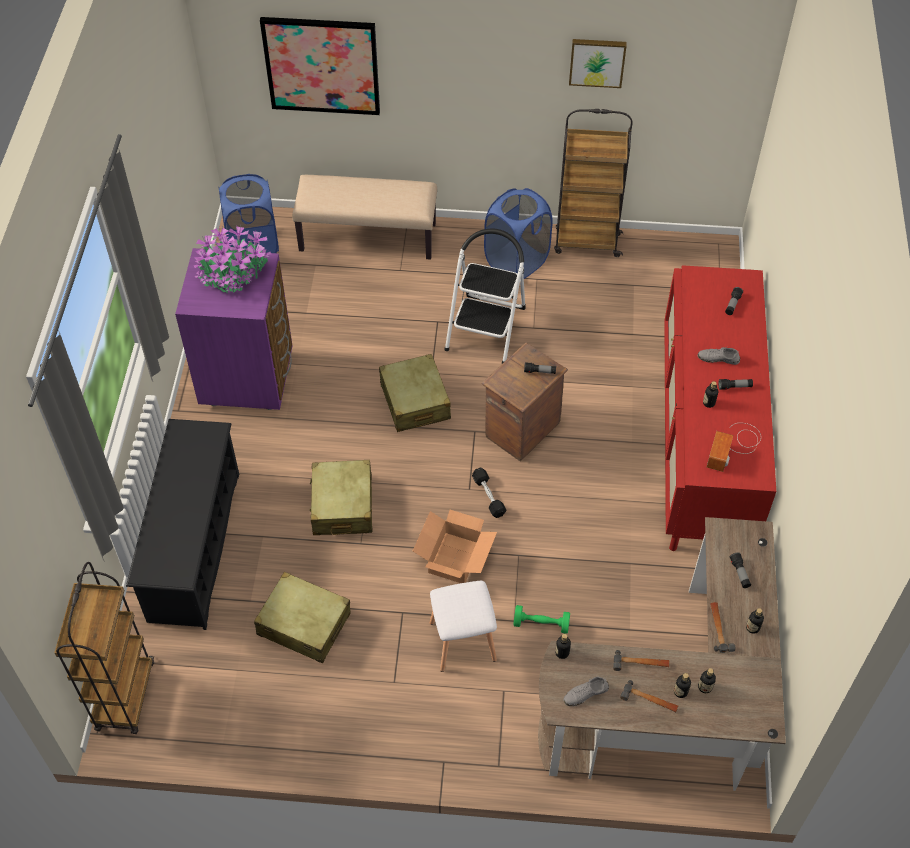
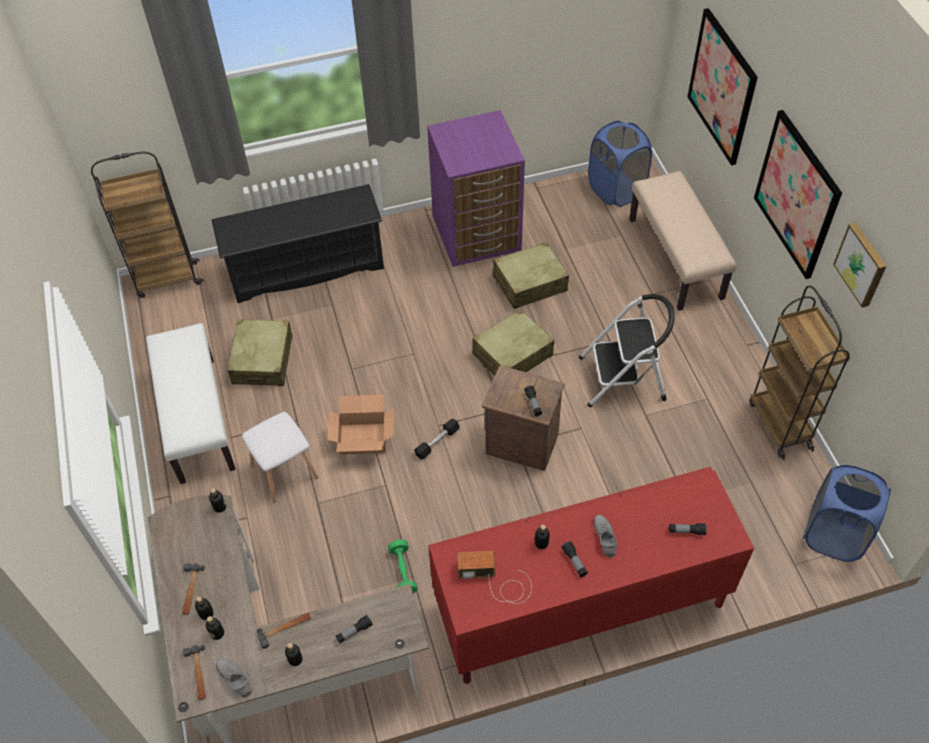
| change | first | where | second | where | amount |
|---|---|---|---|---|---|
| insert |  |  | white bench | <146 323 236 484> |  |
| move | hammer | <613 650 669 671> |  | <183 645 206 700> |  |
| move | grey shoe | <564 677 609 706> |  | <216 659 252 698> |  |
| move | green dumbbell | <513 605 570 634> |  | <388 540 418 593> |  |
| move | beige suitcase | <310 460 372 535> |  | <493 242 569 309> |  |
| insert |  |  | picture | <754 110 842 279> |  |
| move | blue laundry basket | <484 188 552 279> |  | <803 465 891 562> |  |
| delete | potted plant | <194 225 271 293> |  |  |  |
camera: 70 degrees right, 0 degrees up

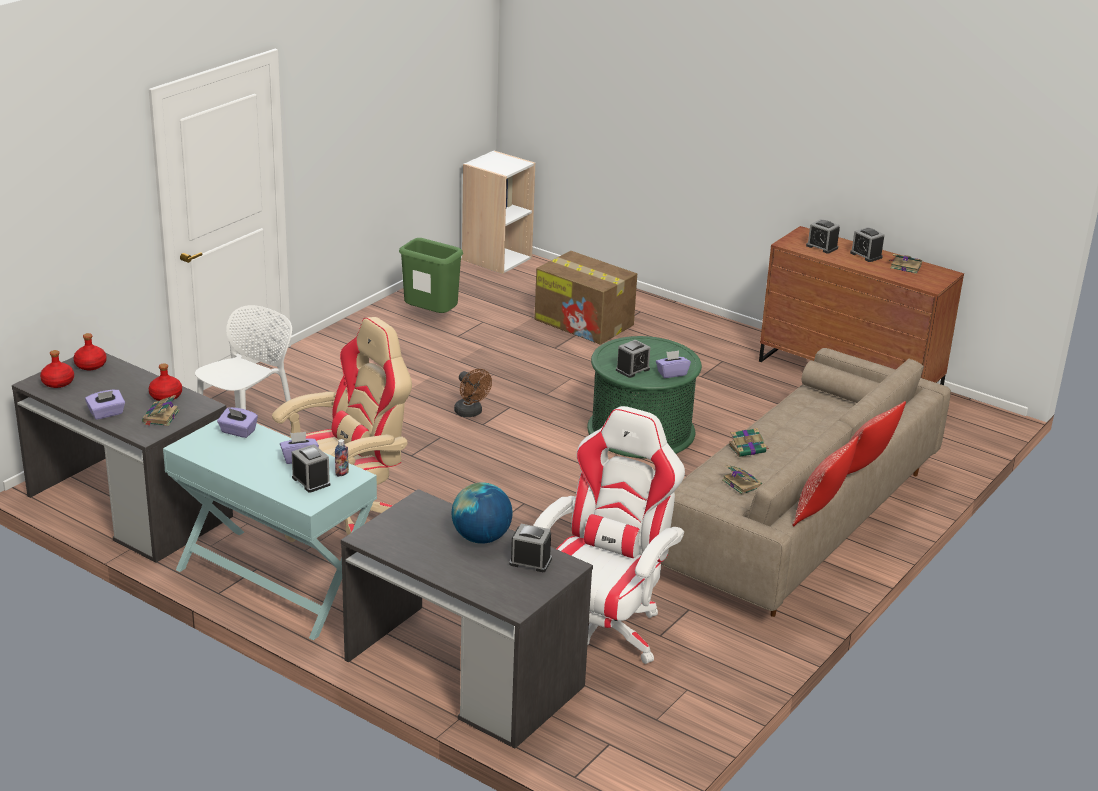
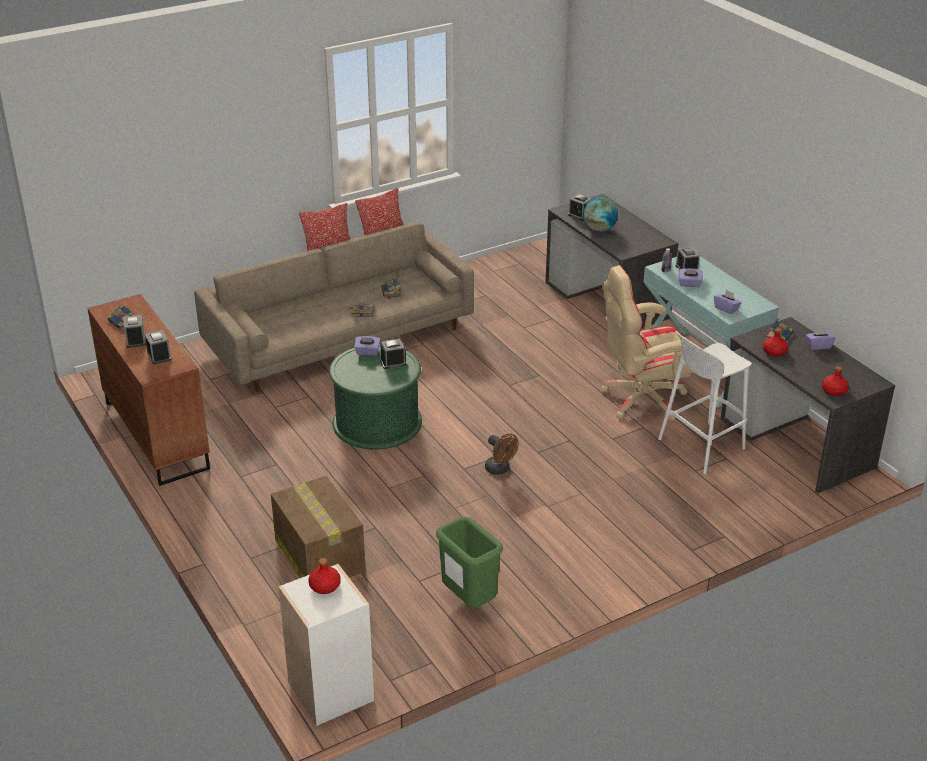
| change | first | where | second | where | amount |
|---|---|---|---|---|---|
| move | red bottle | <40 350 74 388> |  | <308 558 341 594> |  |
| rotate | brown fan | <454 369 492 417> |  | <485 434 519 475> | 150 degrees clockwise |
| delete | white office chair | <533 406 685 664> |  |  |  |
camera: 155 degrees left, 5 degrees up

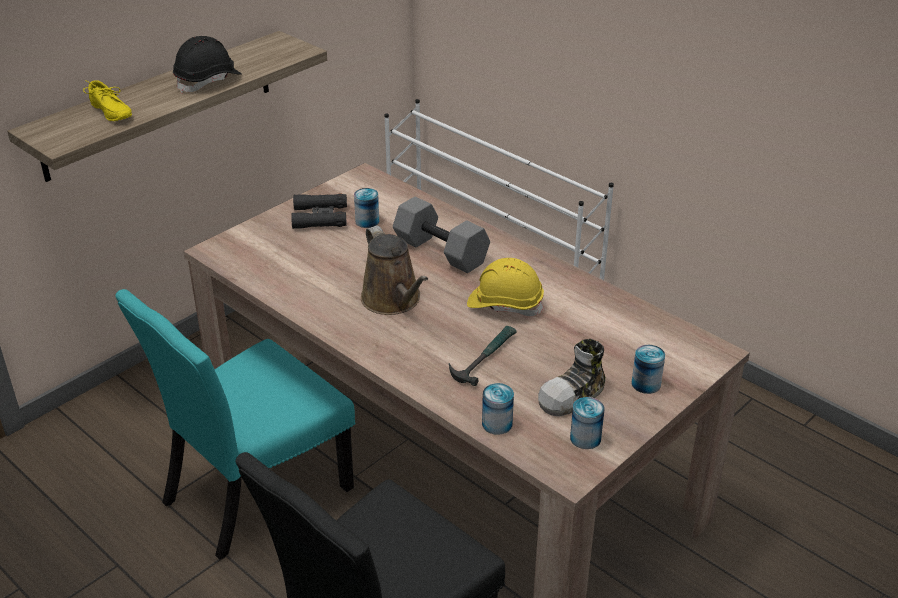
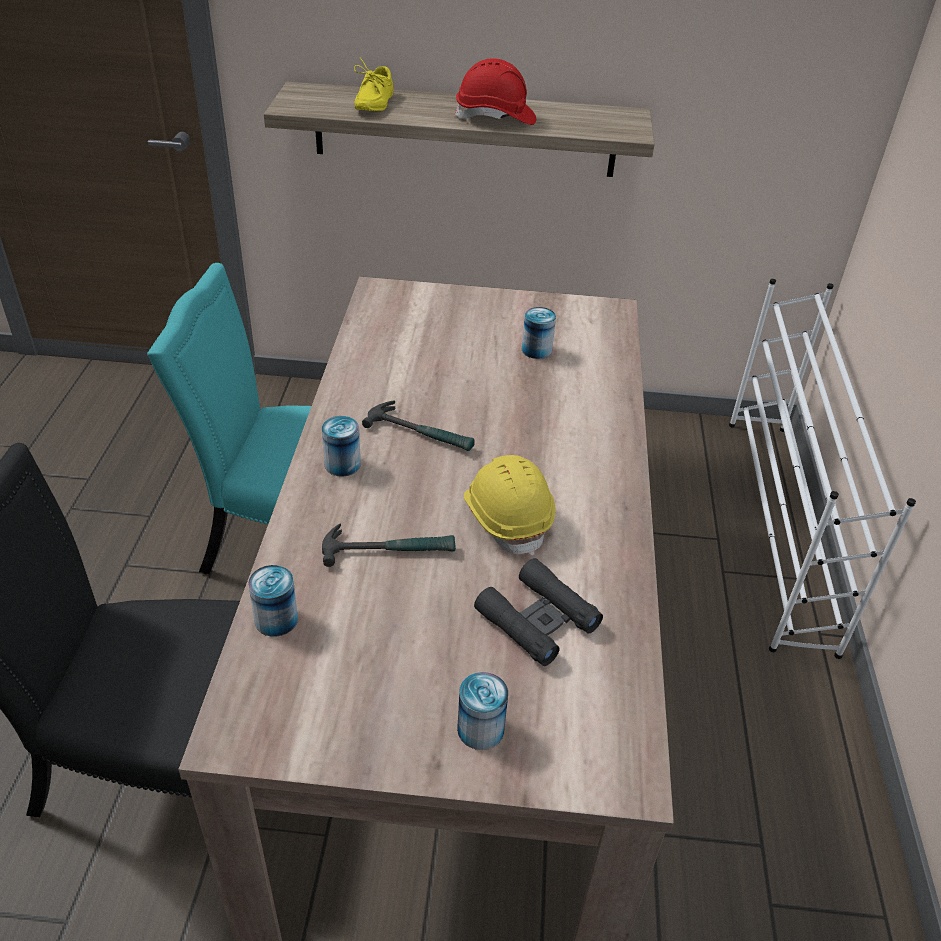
| change | first | where | second | where | amount |
|---|---|---|---|---|---|
| move | can | <570 397 605 449> |  | <322 416 361 477> |  |
| replace | brown watering can | <361 225 428 315> | hammer | <362 401 475 451> |  |
| recolor | black hard hat | <173 36 242 93> | red hard hat | <454 58 536 125> |  |
| move | black binoculars | <291 193 347 229> |  | <474 558 603 666> |  |
| delete | grey dumbbell | <393 197 490 273> |  |  |  |
| delete | shoe | <538 339 606 417> |  |  |  |
camera: 50 degrees right, 5 degrees up

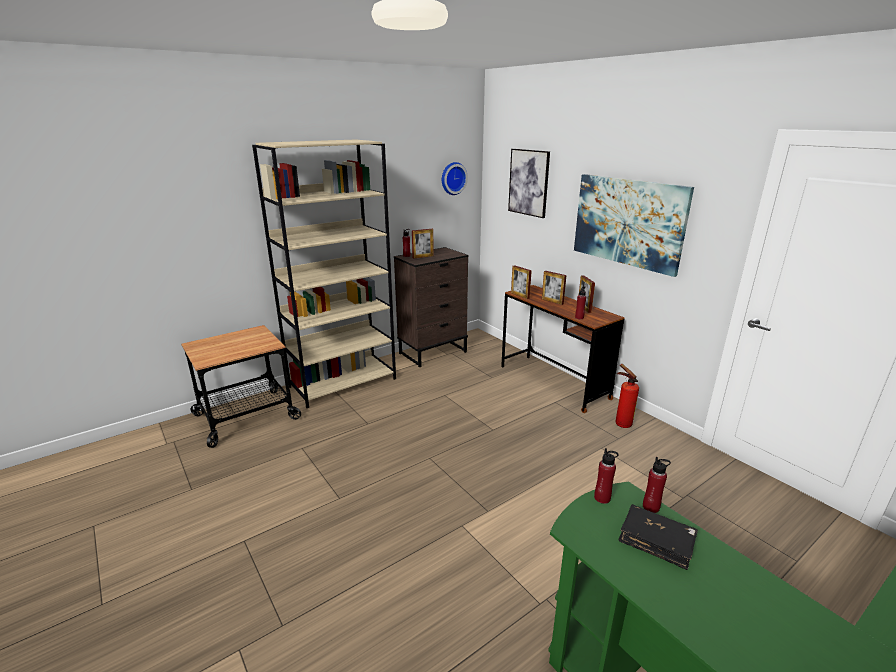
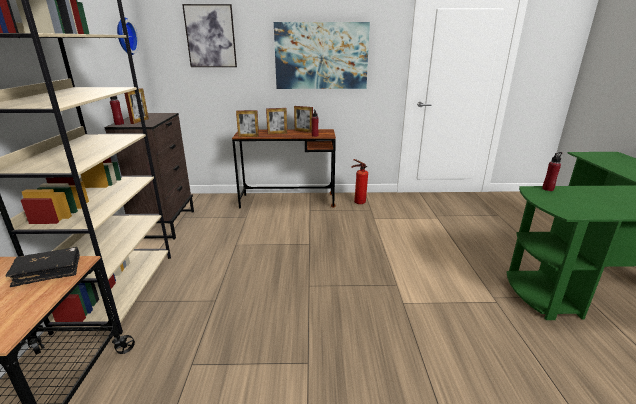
| change | first | where | second | where | amount |
|---|---|---|---|---|---|
| move | black book | <618 504 698 570> |  | <6 247 80 287> |  |
| delete | red bottle | <594 448 619 504> |  |  |  |
camera: 55 degrees left, 0 degrees up

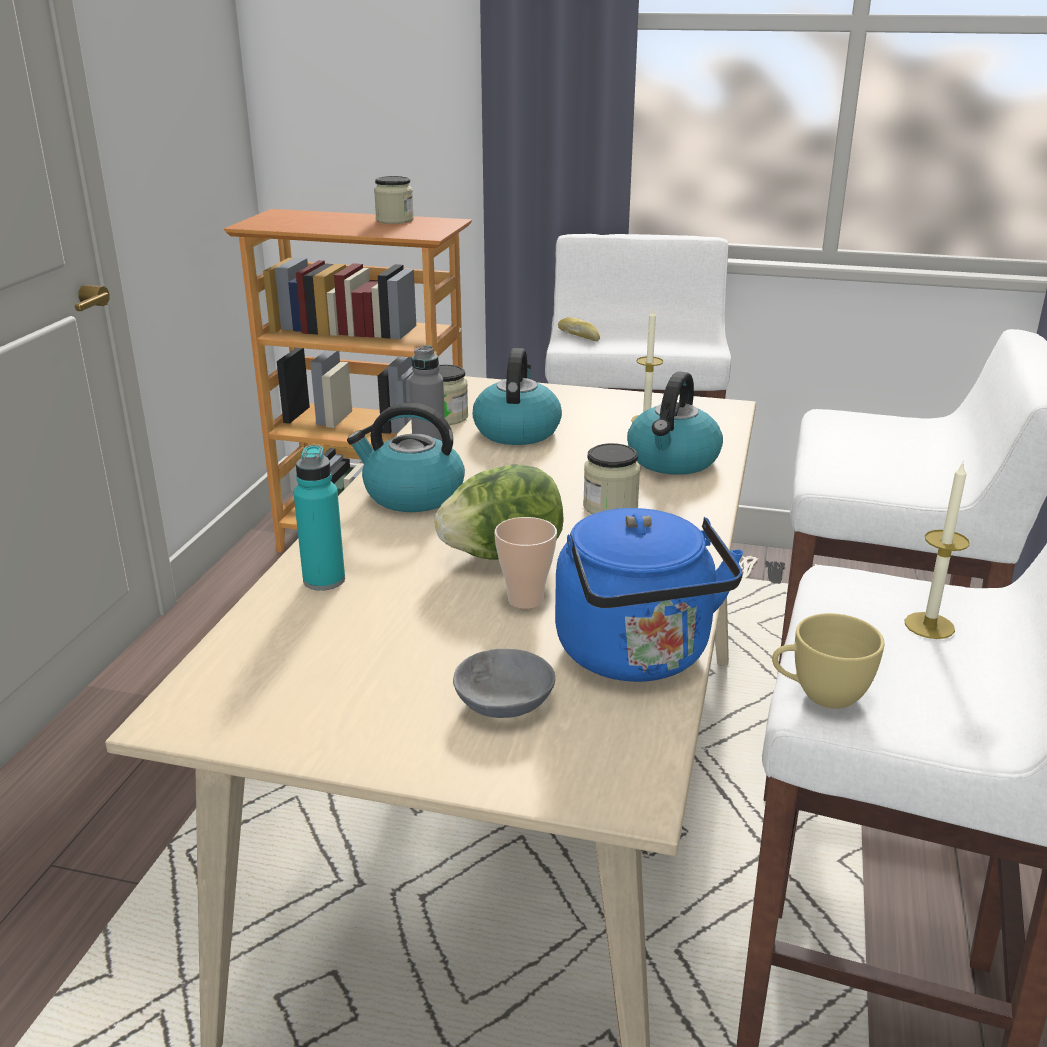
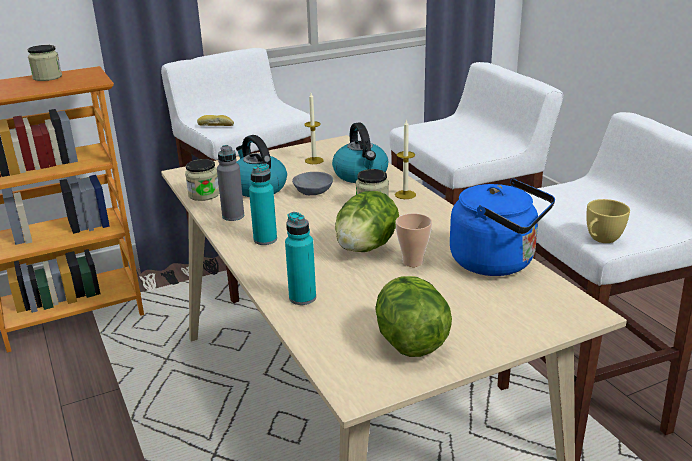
| change | first | where | second | where | amount |
|---|---|---|---|---|---|
| replace | kettle | <347 403 465 512> | turquoise bottle | <249 163 277 245> |  |
| move | grey bowl | <453 649 555 718> |  | <292 172 333 195> |  |
| insert |  |  | lettuce | <375 276 452 357> |  |
| move | candle | <905 461 970 639> |  | <395 120 416 199> |  |
camera: 40 degrees left, 0 degrees up

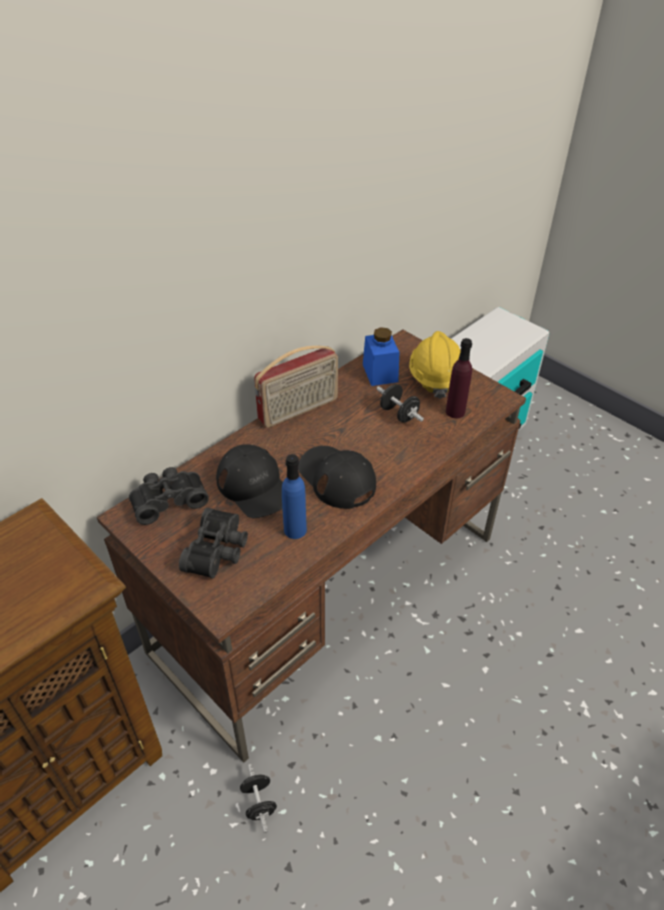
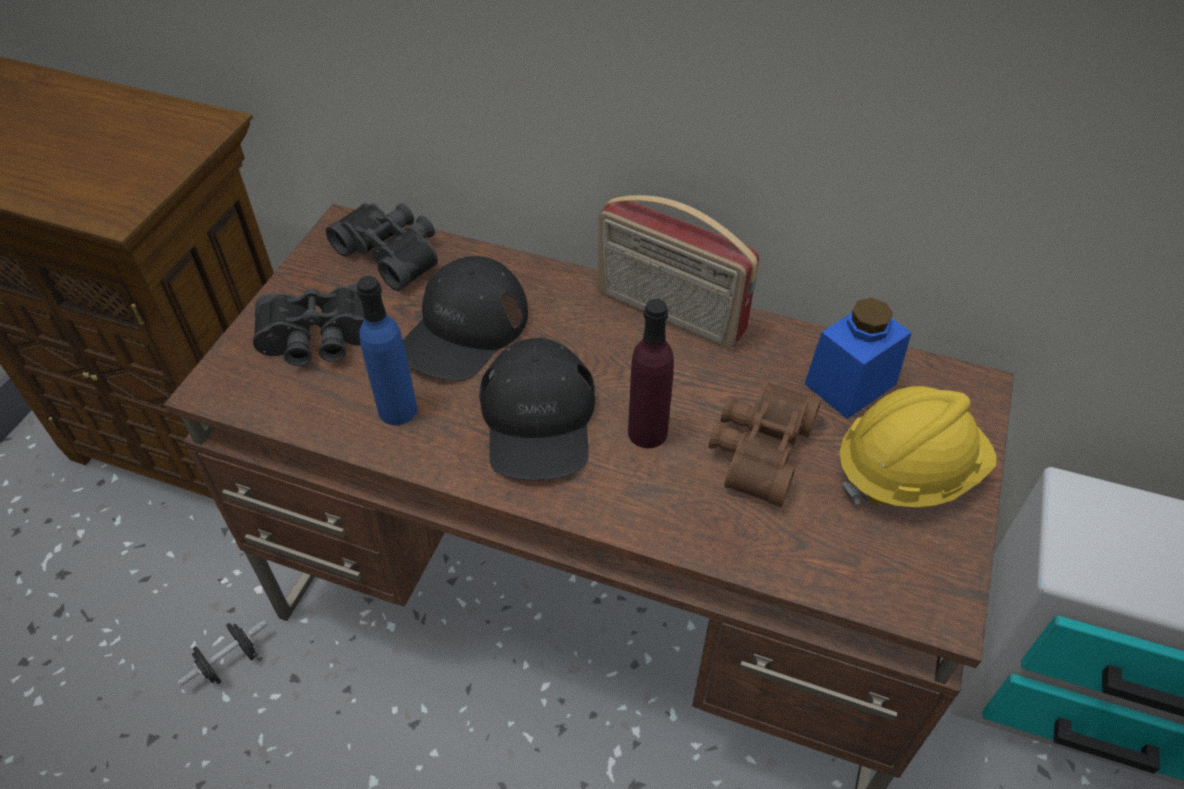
| change | first | where | second | where | amount |
|---|---|---|---|---|---|
| rotate | black cap | <298 446 376 509> |  | <479 338 595 480> | 150 degrees clockwise |
| move | purple bottle | <446 338 472 418> |  | <628 299 674 448> |  |
| replace | black dumbbell | <377 384 424 423> | brown binoculars | <709 382 821 507> |  |
camera: 65 degrees right, 5 degrees up

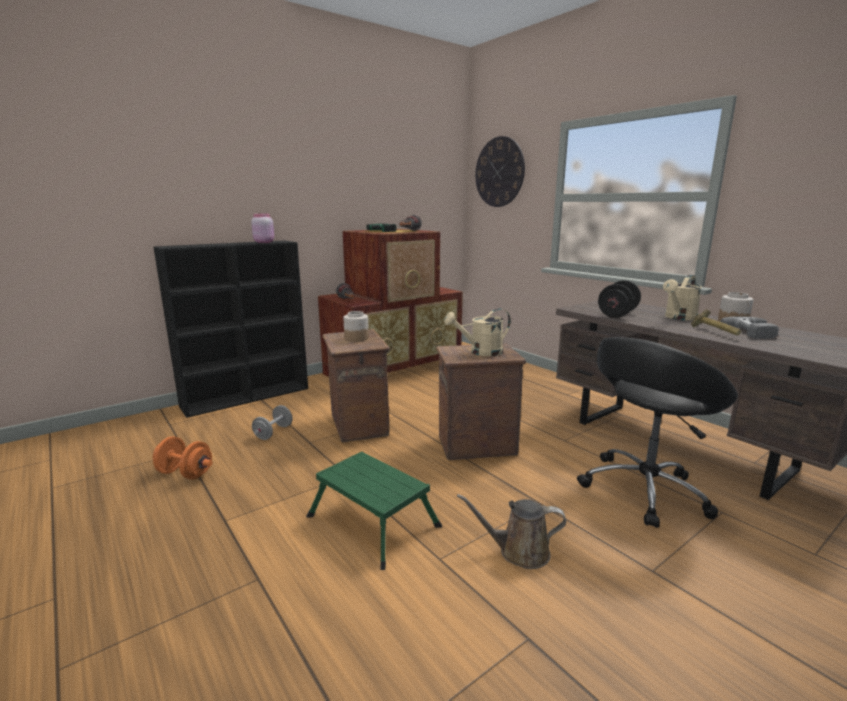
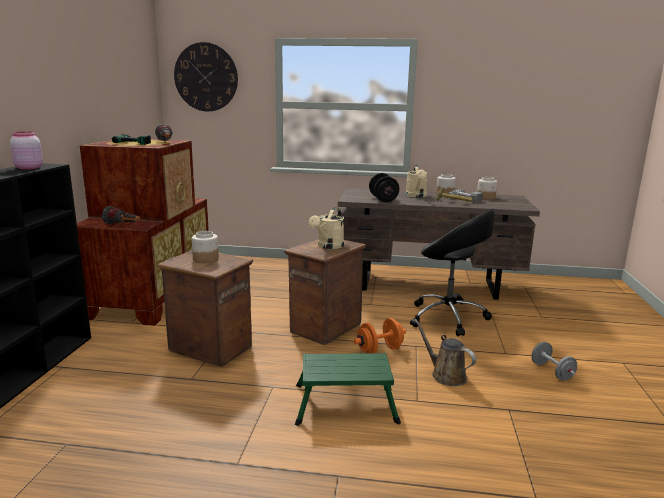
| change | first | where | second | where | amount |
|---|---|---|---|---|---|
| move | orange dumbbell | <153 436 213 480> |  | <354 318 406 353> |  |
| rotate | black office chair | <577 337 738 528> |  | <410 208 495 336> | 60 degrees counterclockwise |
| rotate | brown watering can | <457 494 566 569> |  | <414 319 476 386> | 90 degrees clockwise |
| insert |  |  | jar | <477 177 497 200> |  |
| move | grey dumbbell | <252 405 292 440> |  | <531 342 577 381> |  |
camera: 45 degrees left, 0 degrees up

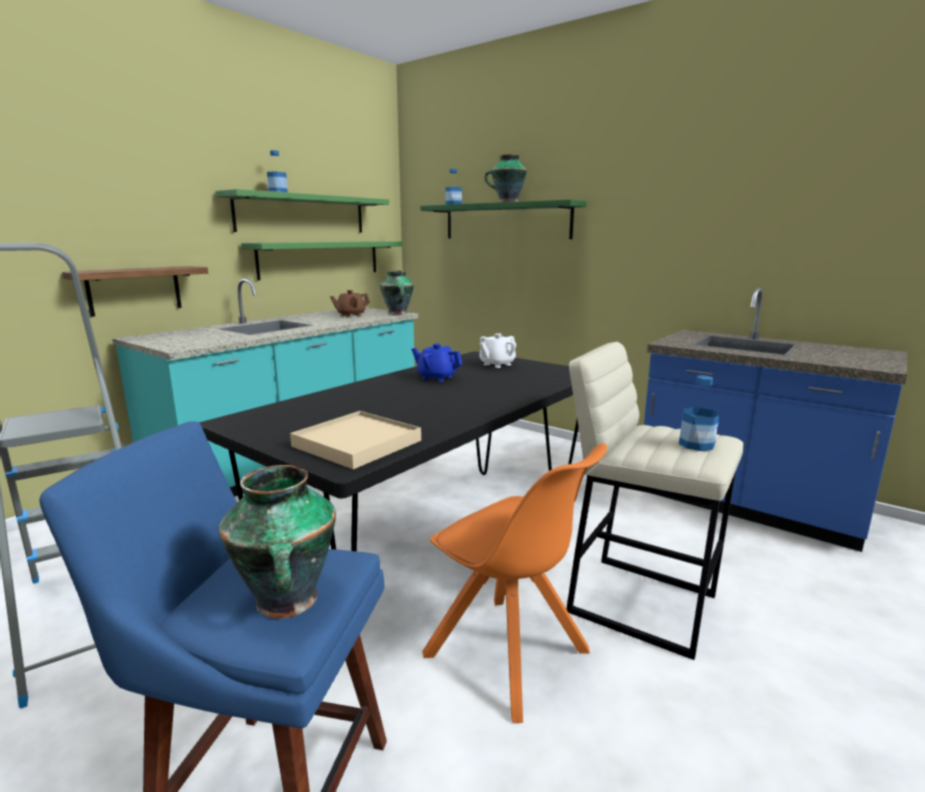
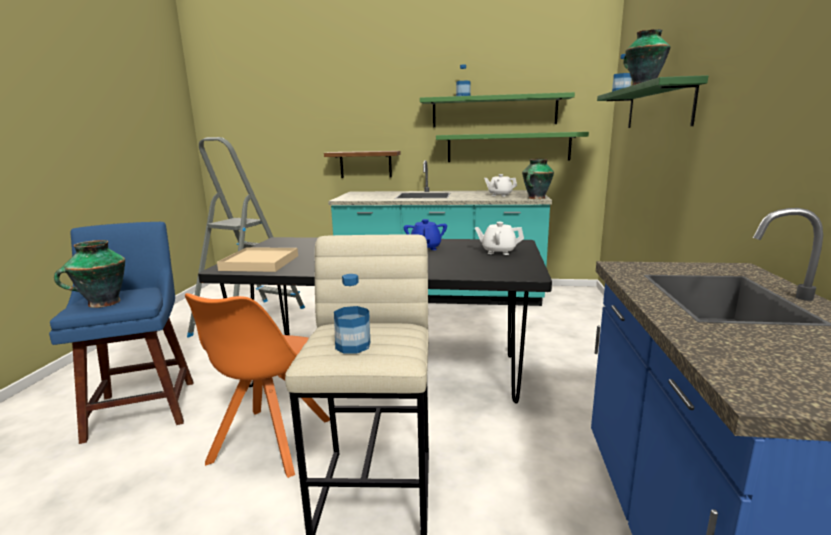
| change | first | where | second | where | amount |
|---|---|---|---|---|---|
| recolor | brown teapot | <330 290 370 317> | white teapot | <484 174 517 197> |  |
camera: 60 degrees right, 0 degrees up

